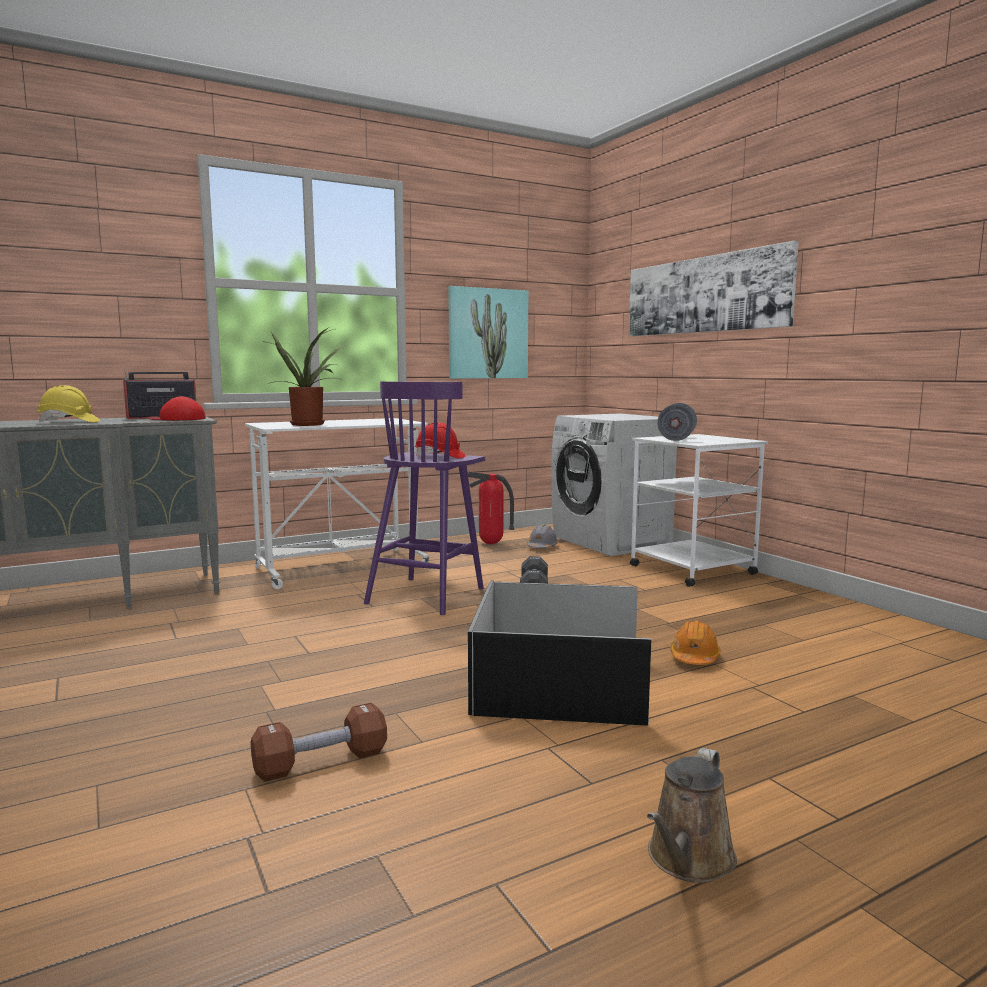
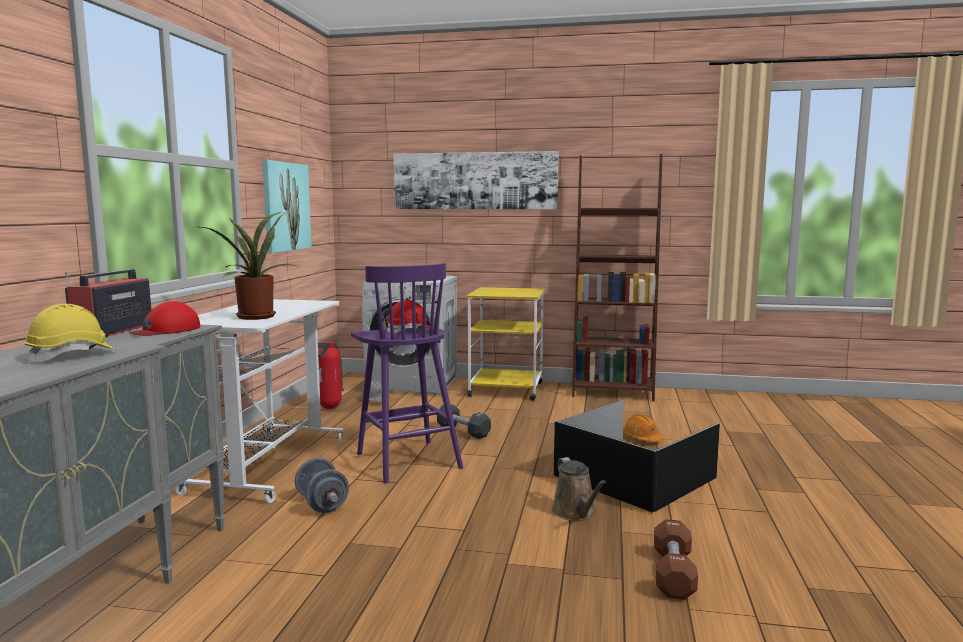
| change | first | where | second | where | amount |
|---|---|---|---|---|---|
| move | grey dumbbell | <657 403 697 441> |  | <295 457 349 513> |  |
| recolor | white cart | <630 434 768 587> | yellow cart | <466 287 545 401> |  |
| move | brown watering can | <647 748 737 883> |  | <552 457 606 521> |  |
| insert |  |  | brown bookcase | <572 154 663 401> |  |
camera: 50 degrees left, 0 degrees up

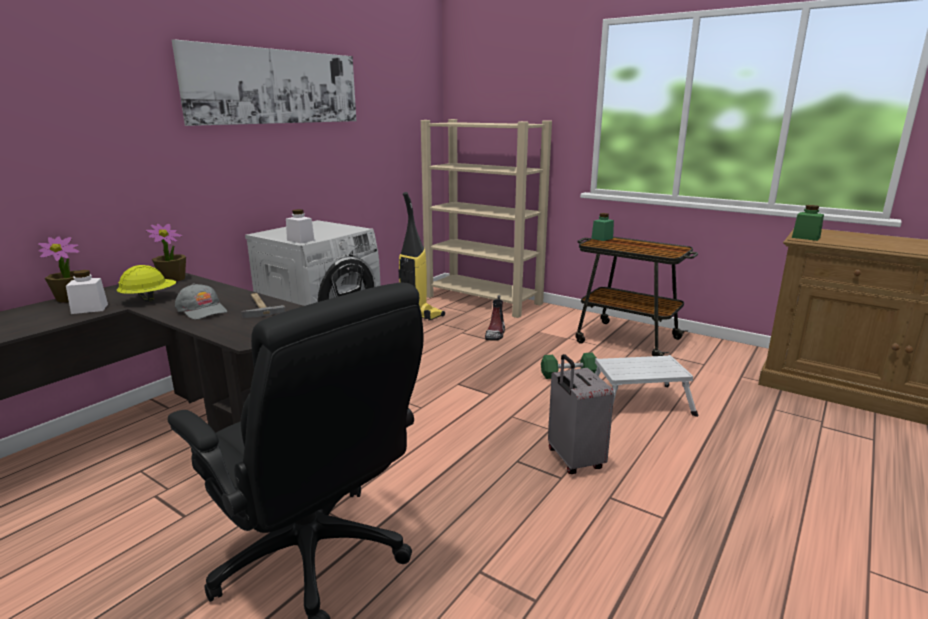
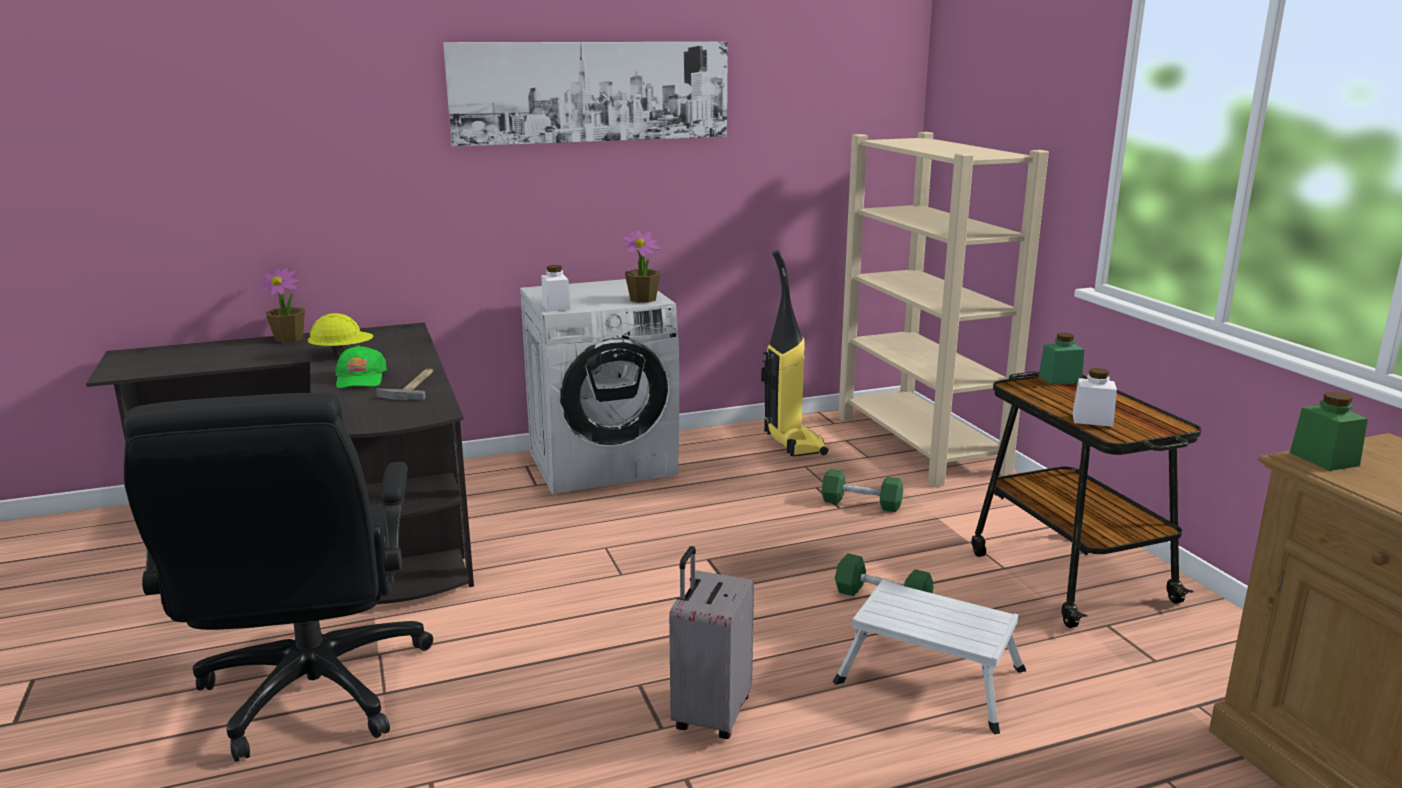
| change | first | where | second | where | amount |
|---|---|---|---|---|---|
| recolor | grey cap | <175 284 227 320> | green cap | <335 345 387 388> |  |
| move | potted plant | <146 223 186 282> |  | <623 231 661 303> |  |
| replace | boot | <485 295 505 341> | green dumbbell | <822 469 903 512> |  |
| move | white jar | <66 270 108 314> |  | <1072 368 1117 427> |  |
camera: 35 degrees right, 0 degrees up

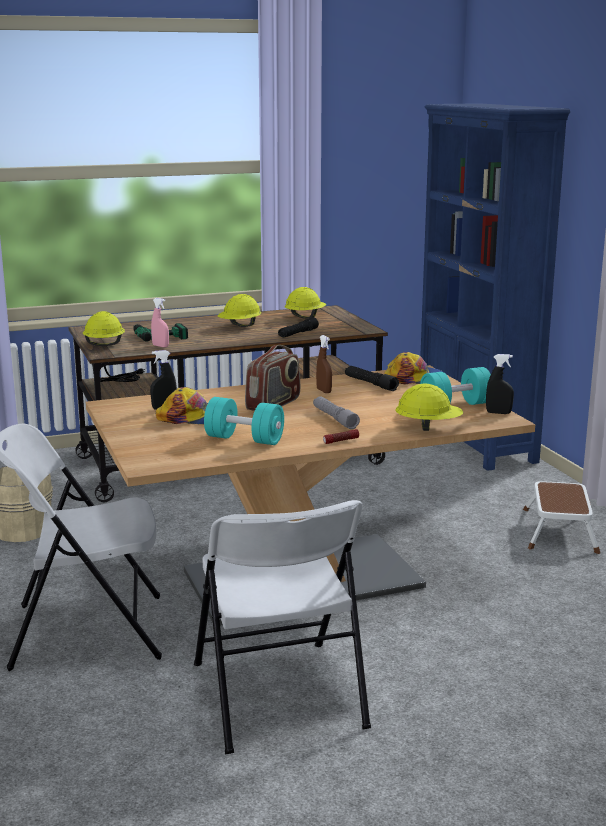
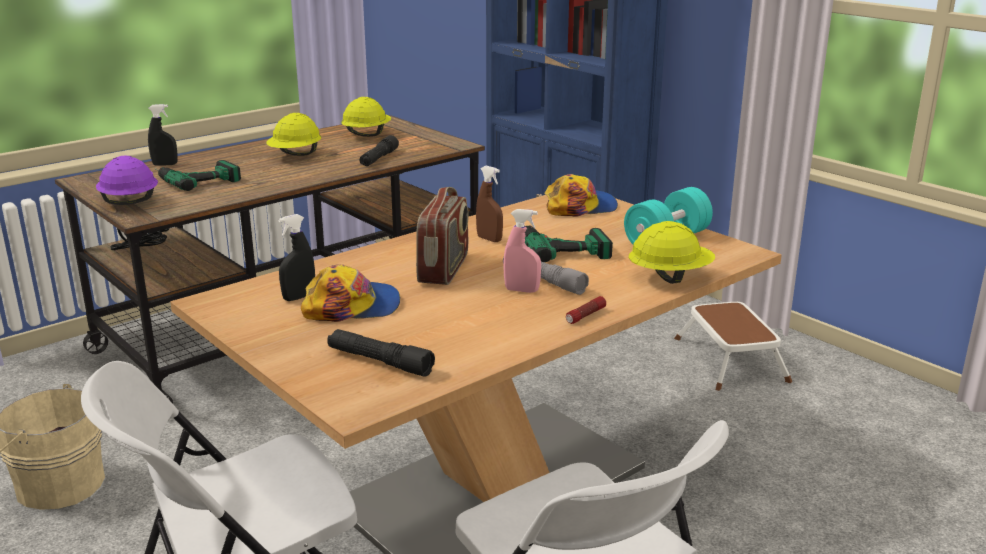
| change | first | where | second | where | amount |
|---|---|---|---|---|---|
| recolor | yellow hard hat | <83 311 125 346> | purple hard hat | <96 156 158 205> |  |
| move | black spray bottle | <486 354 514 414> |  | <148 104 178 166> |  |
| move | black flashlight | <345 366 399 391> |  | <327 329 435 377> |  |
| move | pink spray bottle | <151 298 169 347> |  | <503 209 541 293> |  |
| insert |  |  | power drill | <524 225 613 262> |  |
| delete | turquoise dumbbell | <204 397 284 445> |  |  |  |
camera: 20 degrees left, 5 degrees up

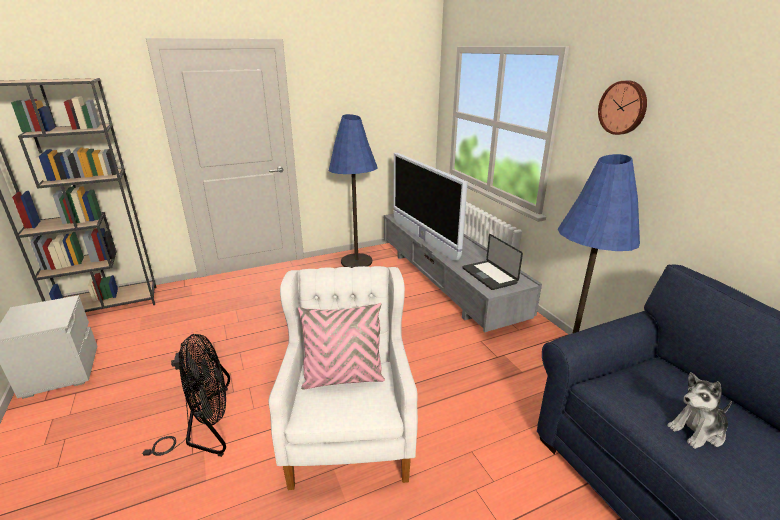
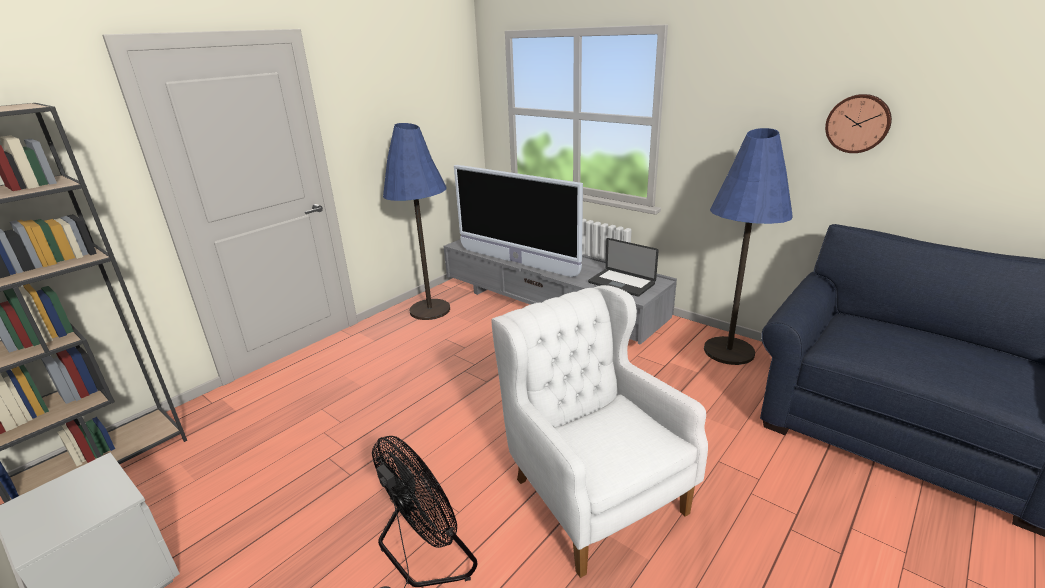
| change | first | where | second | where | amount |
|---|---|---|---|---|---|
| move | wall clock | <598 81 647 135> |  | <825 94 892 153> |  |
| delete | pink pillow | <298 303 385 389> |  |  |  |
| delete | plush toy | <667 372 732 449> |  |  |  |
camera: 25 degrees left, 0 degrees up

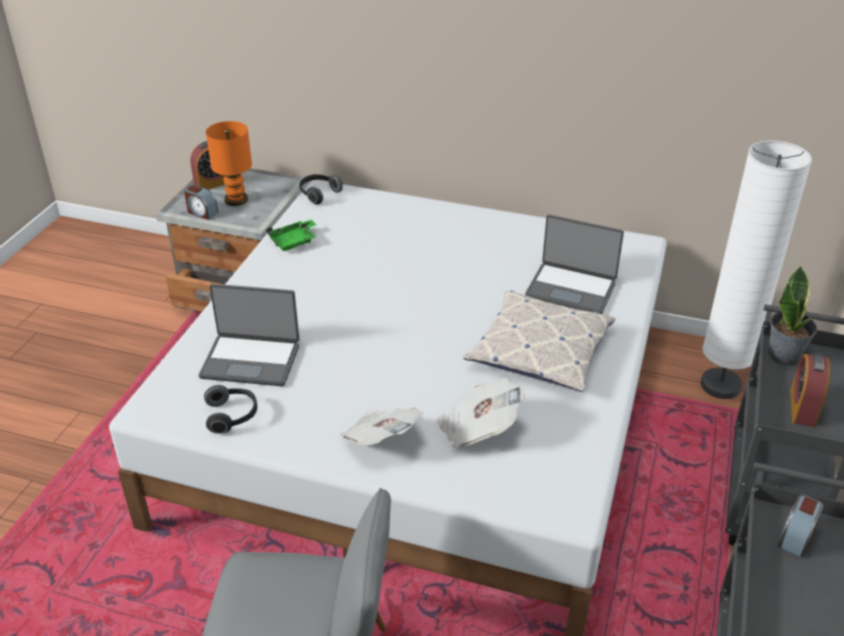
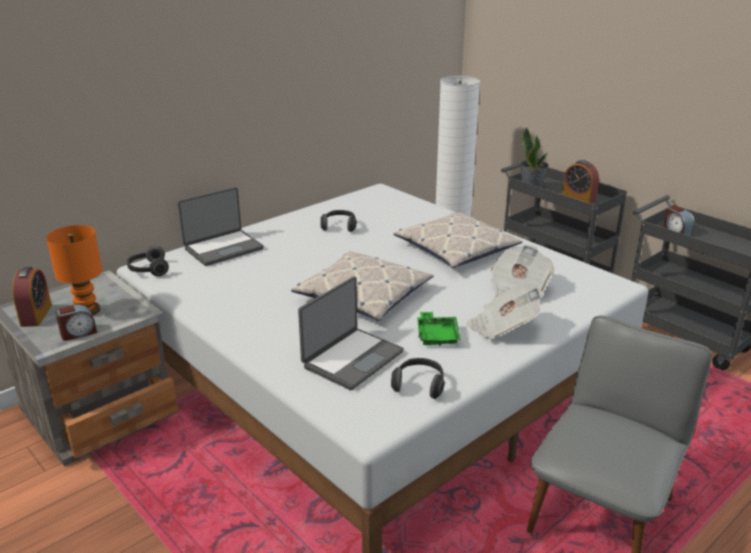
| change | first | where | second | where | amount |
|---|---|---|---|---|---|
| move | laptop | <525 214 624 314> |  | <178 187 264 266> |  |
| insert |  |  | pillow | <291 251 434 321> |  |
| insert |  |  | headphones | <321 210 357 232> |  |
| move | green tray | <266 220 316 251> |  | <417 312 461 346> |  |
camera: 60 degrees left, 10 degrees down

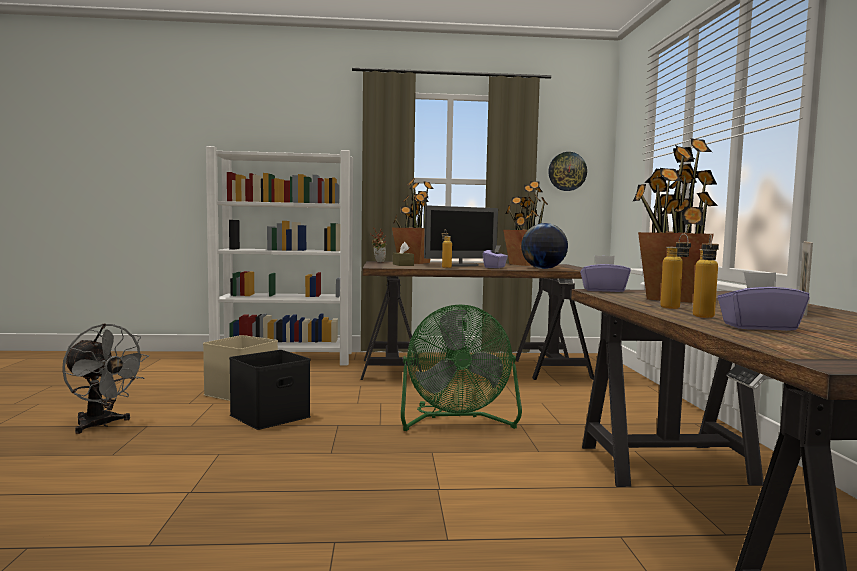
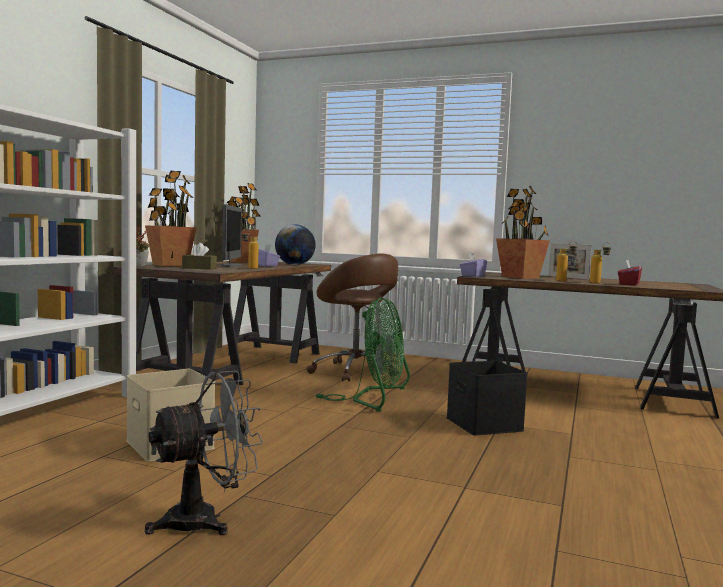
| change | first | where | second | where | amount |
|---|---|---|---|---|---|
| insert |  |  | brown office chair | <306 253 399 382> |  |
| move | black storage box | <229 350 311 430> |  | <446 361 528 435> |  |
| recolor | purple tissue box | <717 272 810 331> | red tissue box | <618 260 642 286> |  |
| delete | wall clock | <548 152 587 191> |  |  |  |
camera: 65 degrees left, 0 degrees up

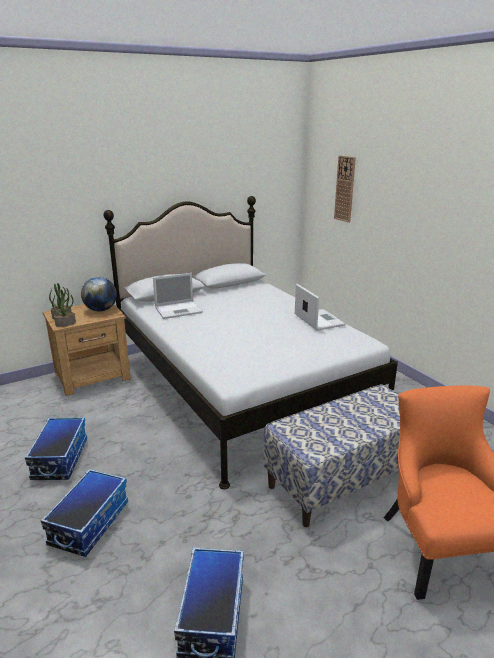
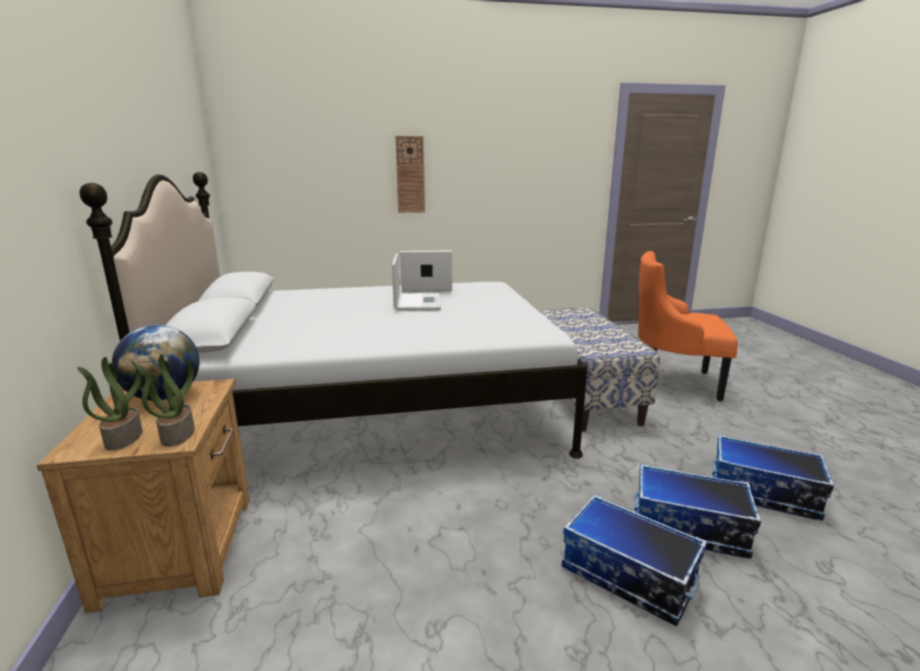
| change | first | where | second | where | amount |
|---|---|---|---|---|---|
| move | laptop | <153 273 203 319> |  | <392 254 441 311> |  |
| move | wall clock | <334 155 356 223> |  | <395 136 425 213> |  |
| move | storage box | <25 417 87 480> |  | <634 464 761 559> |  |
camera: 70 degrees left, 5 degrees down

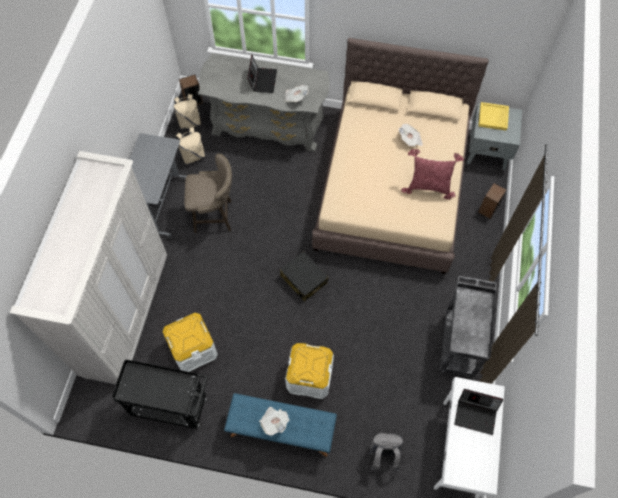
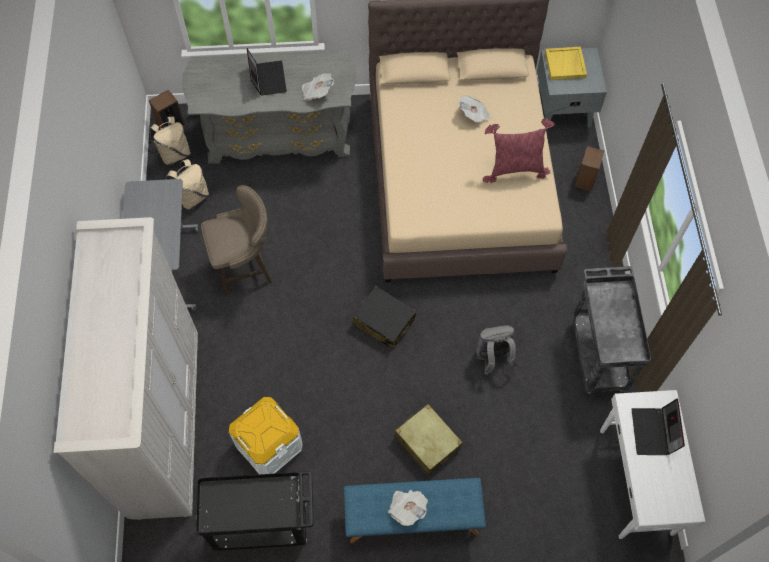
| change | first | where | second | where | amount |
|---|---|---|---|---|---|
| replace | white storage box | <285 343 334 399> | beige suitcase | <395 404 463 476> |  |
| move | grey backpack | <369 432 403 472> |  | <476 325 517 375> |  |
| rotate | laptop | <454 389 503 435> |  | <631 399 685 455> | 90 degrees clockwise |
camera: 15 degrees left, 0 degrees up

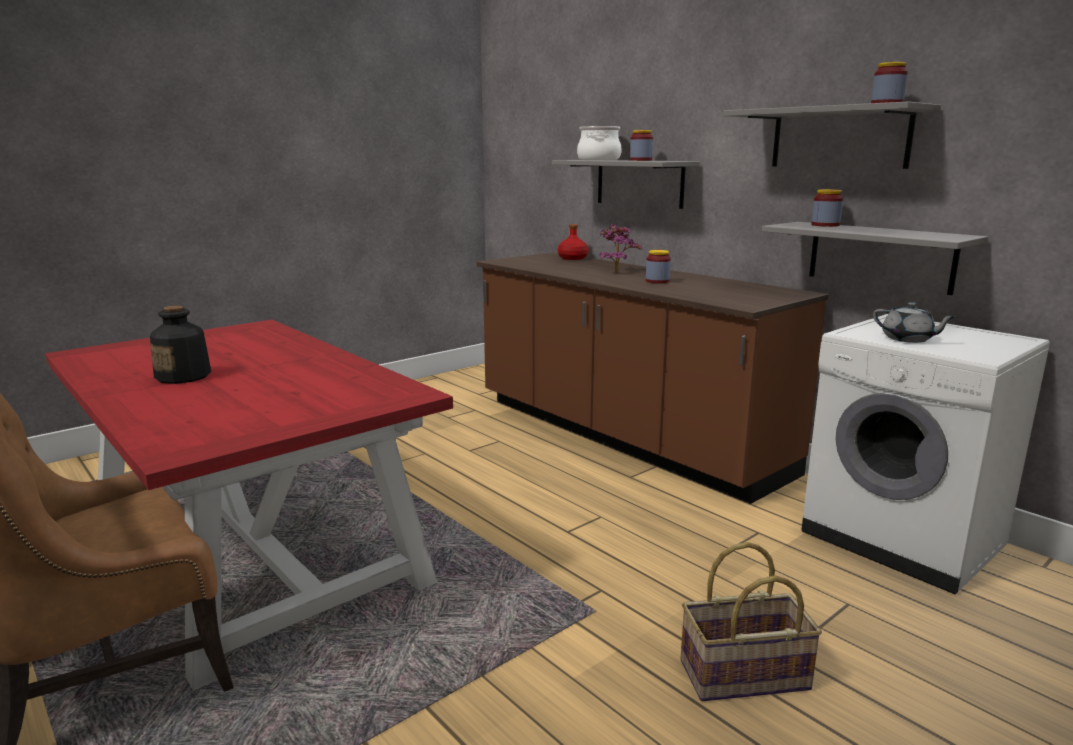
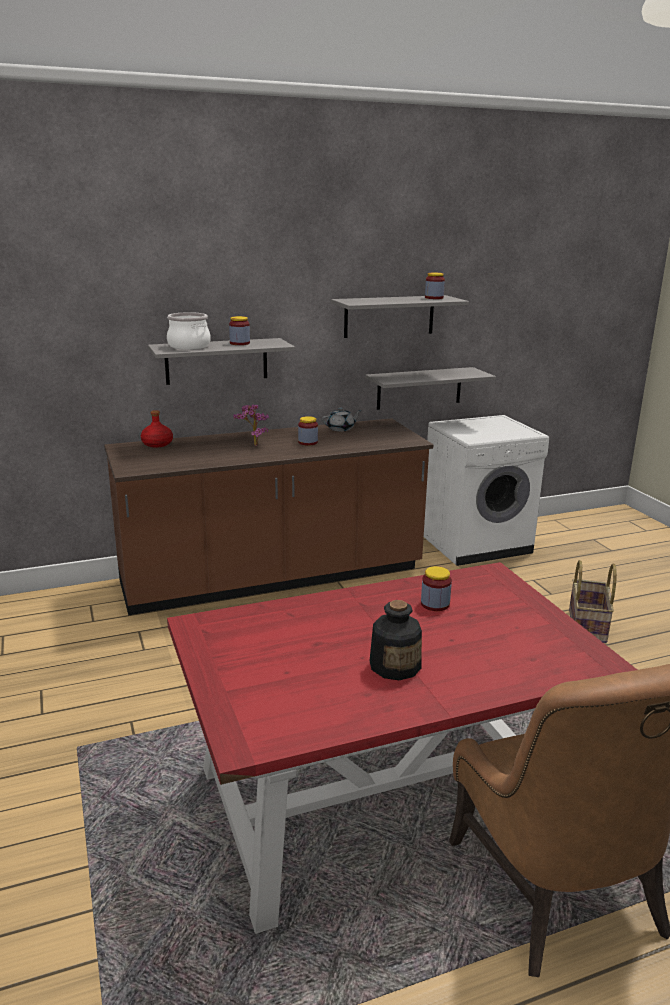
| change | first | where | second | where | amount |
|---|---|---|---|---|---|
| move | grey teapot | <873 302 956 343> |  | <322 408 362 431> |  |
| move | jar | <811 189 843 227> |  | <421 566 452 611> |  |
camera: 70 degrees left, 5 degrees up

